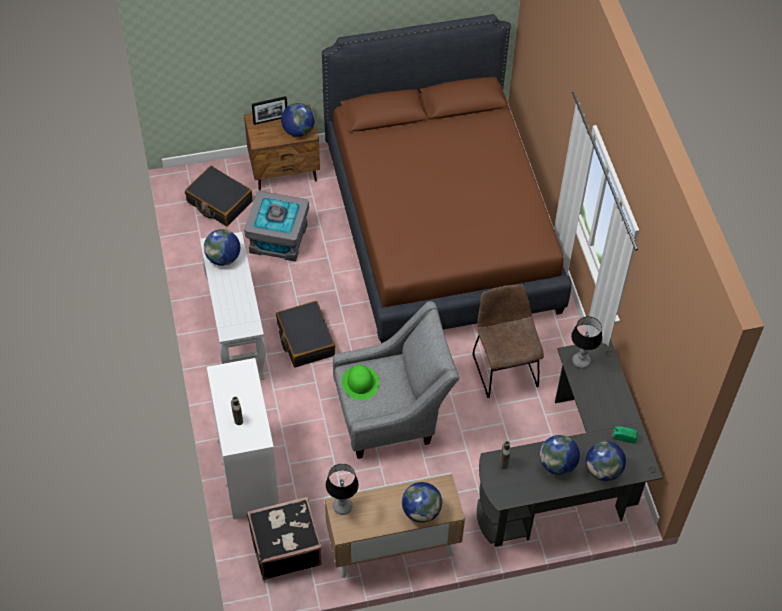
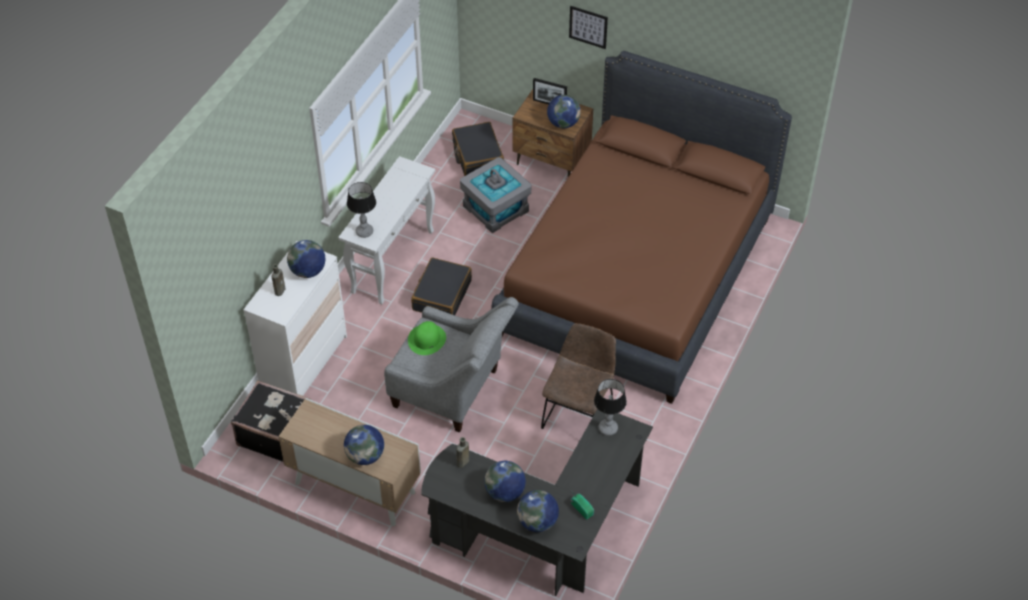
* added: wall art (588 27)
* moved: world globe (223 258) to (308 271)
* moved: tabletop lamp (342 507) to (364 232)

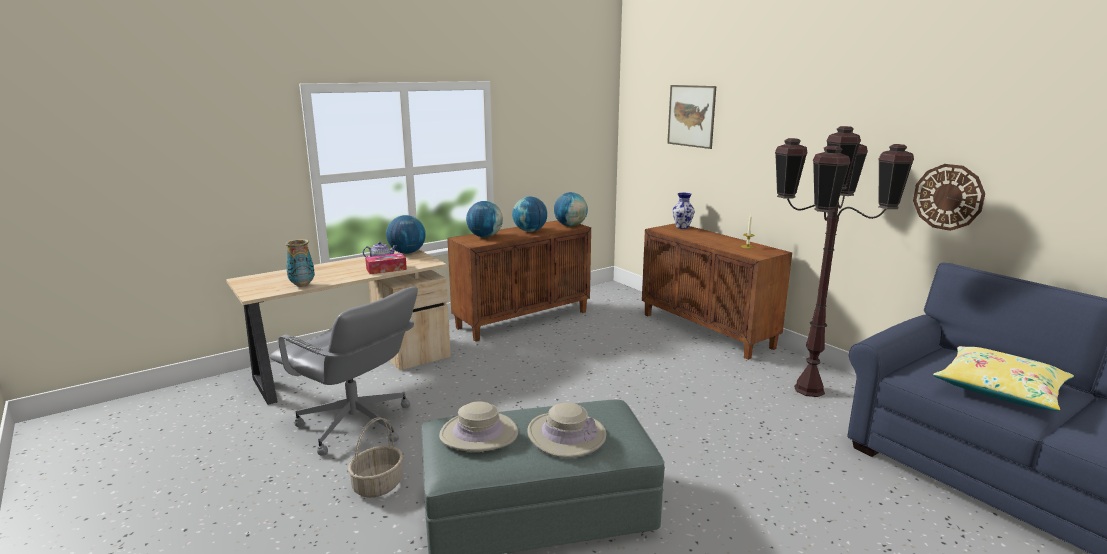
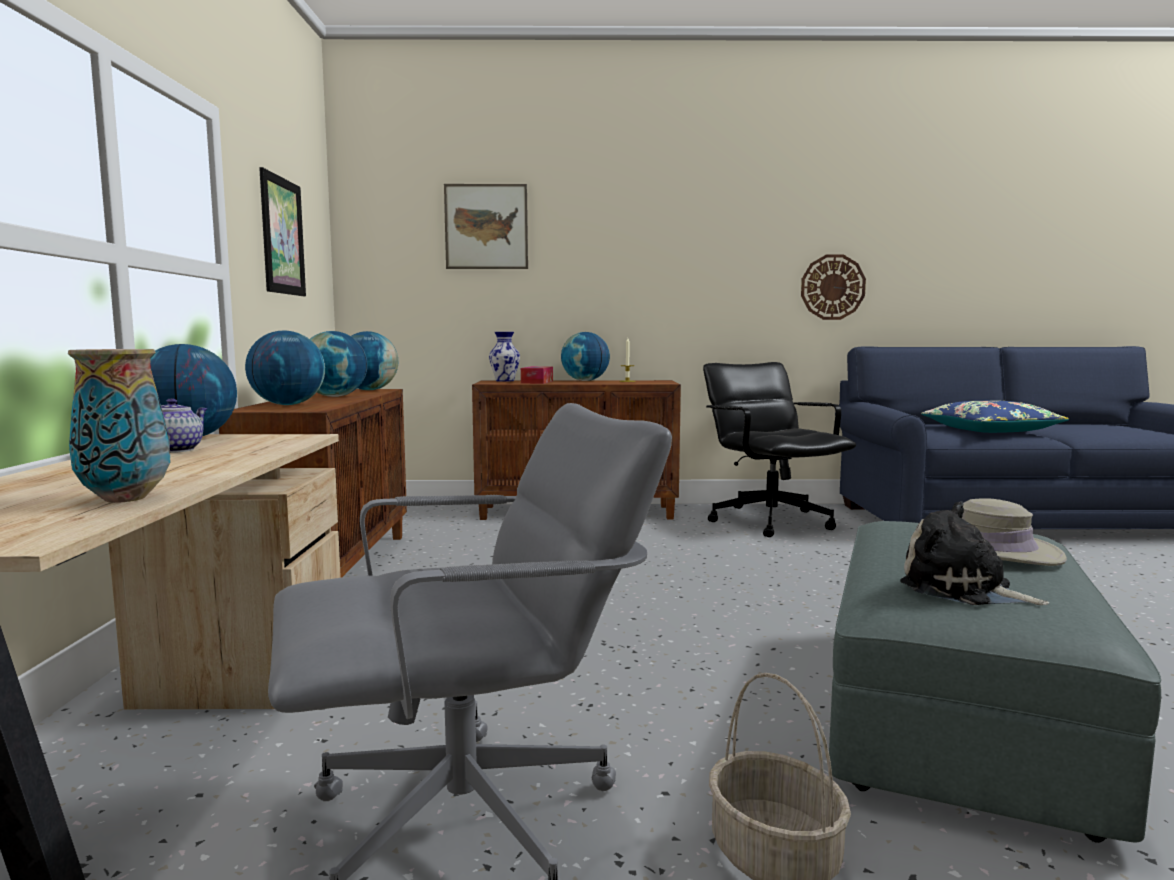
* added: wall art (282 236)
* added: world globe (585 381)
* moved: tissue holder (386 269) to (537 382)
* replaced: sand-coloured hat (478 434) to soft toy (962 589)
* replaced: brown-coloured standard lamp (810 389) to black-coloured desk chair (770 521)
* recoloured: yellow pillow (1000 389) to blue pillow (990 431)

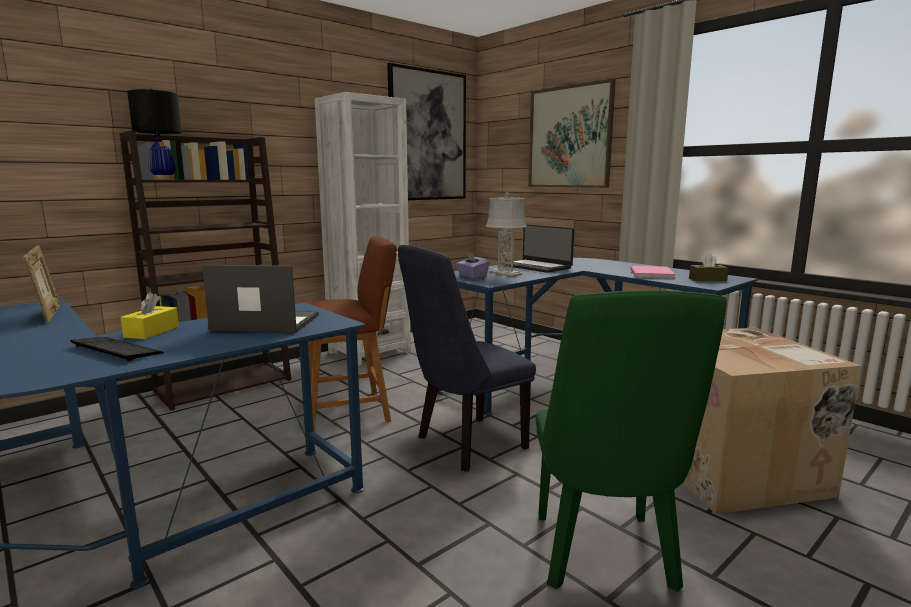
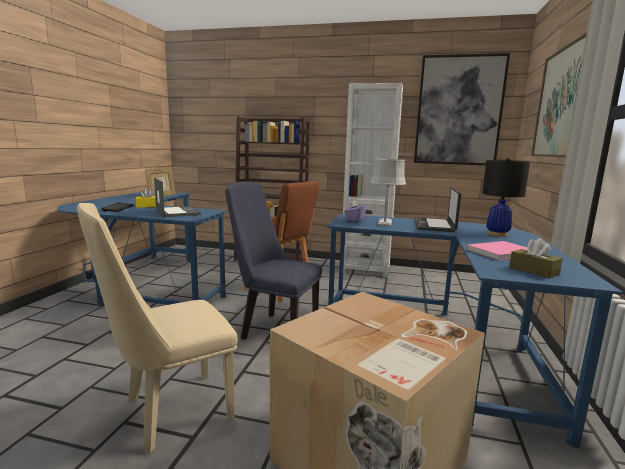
* moved: black-coloured tabletop lamp (162 179) to (497 234)
* recoloured: green-coloured plain chair (605 559) to sand-coloured plain chair (169 412)

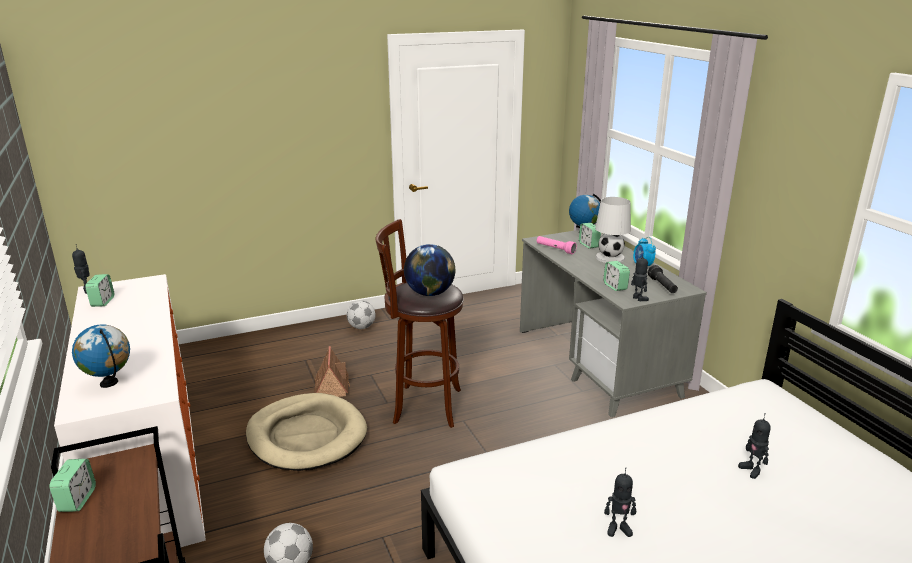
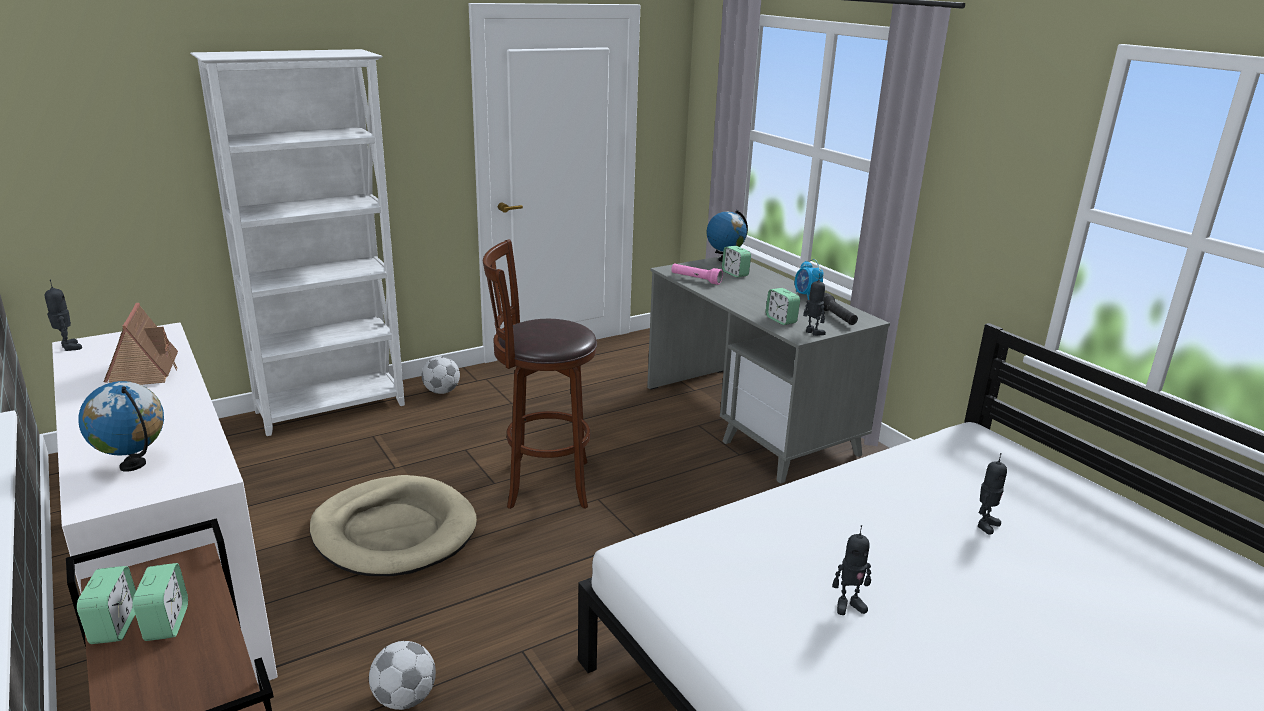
* removed: world globe (430 293)
* removed: white-coloured tabletop lamp (610 258)
* added: white-coloured bookshelf (332 409)
* moved: alarm clock (102 302) to (166 623)
* moved: toy house (332 386) to (144 371)
* turned: robot figure (752 470) = (985 525) 105 degrees counterclockwise

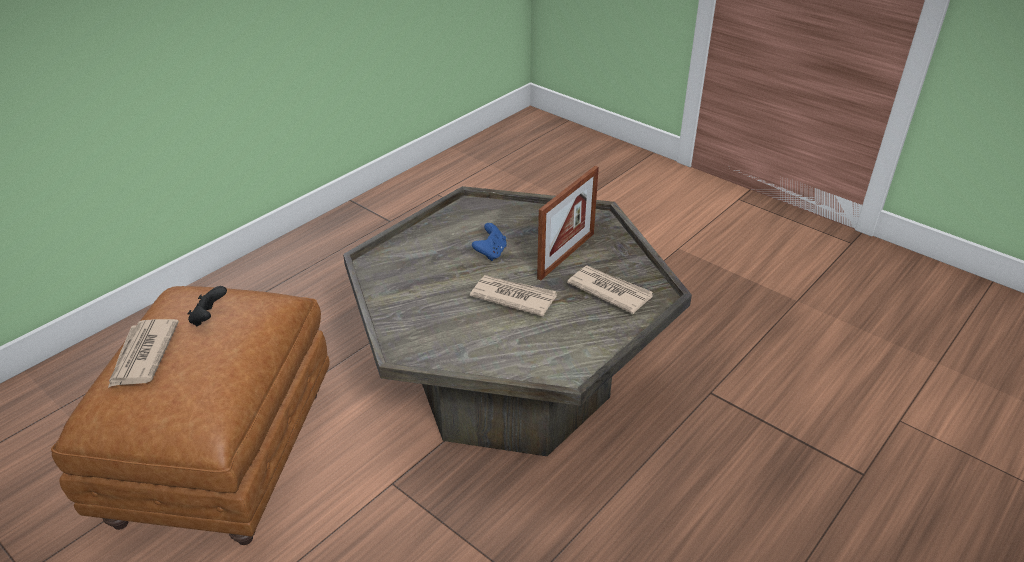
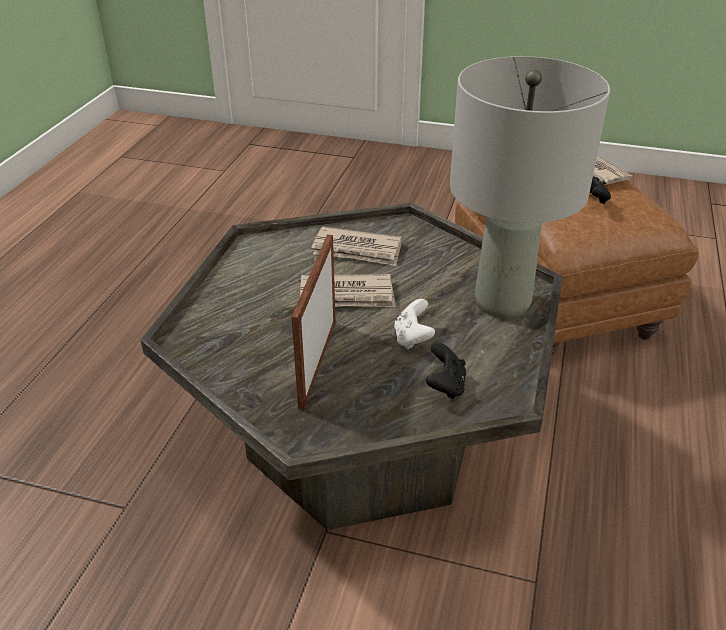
* added: black-coloured joypad (445 386)
* added: gray tabletop lamp (501 302)
* moved: daily paper (609 291) to (357 250)
* recoloured: blue joypad (490 253) to white-coloured joypad (412 338)

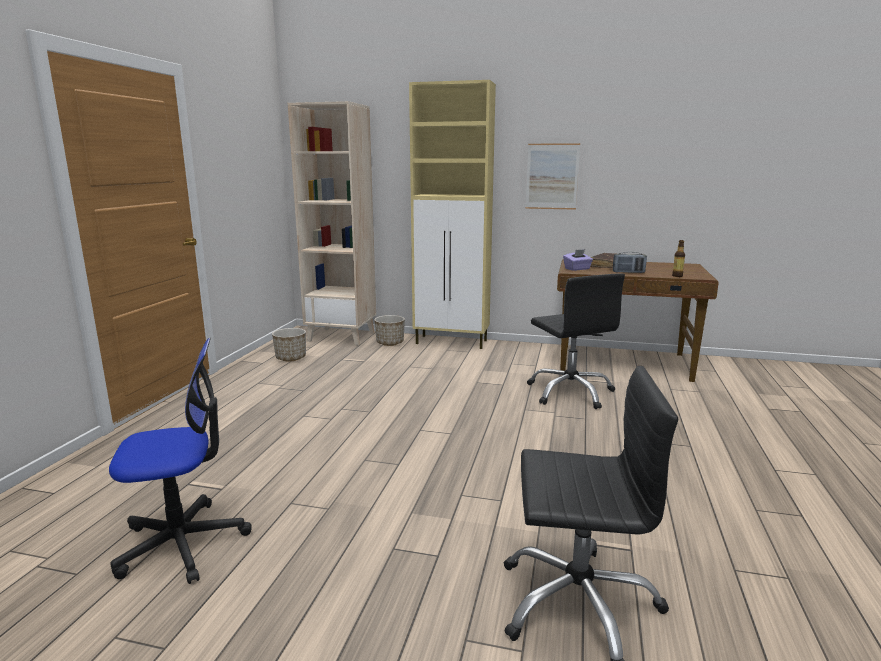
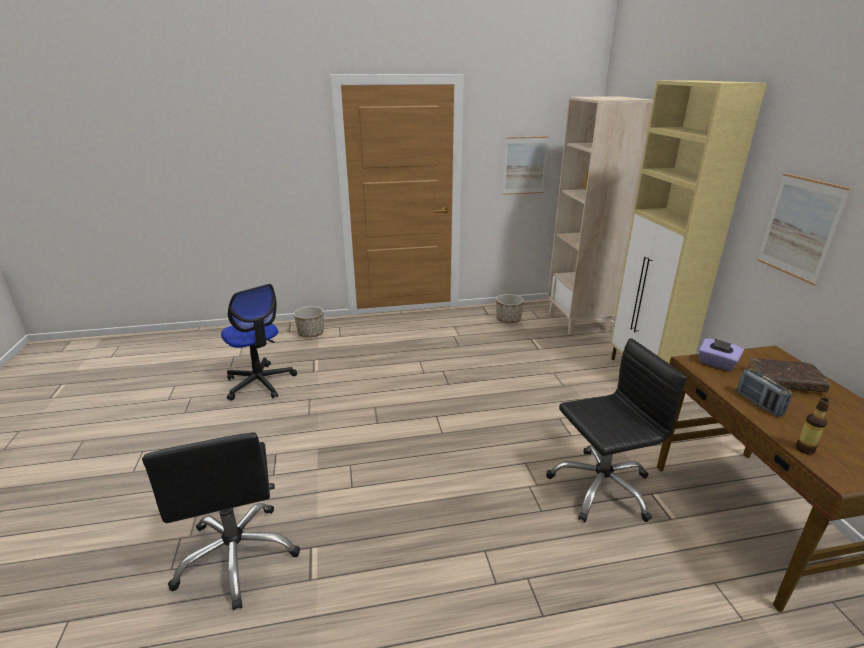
* added: wall art (525 165)
* moved: plant pot (390 343) to (311 333)
* turned: black-coloured desk chair (570 392) = (601 487) 150 degrees counterclockwise

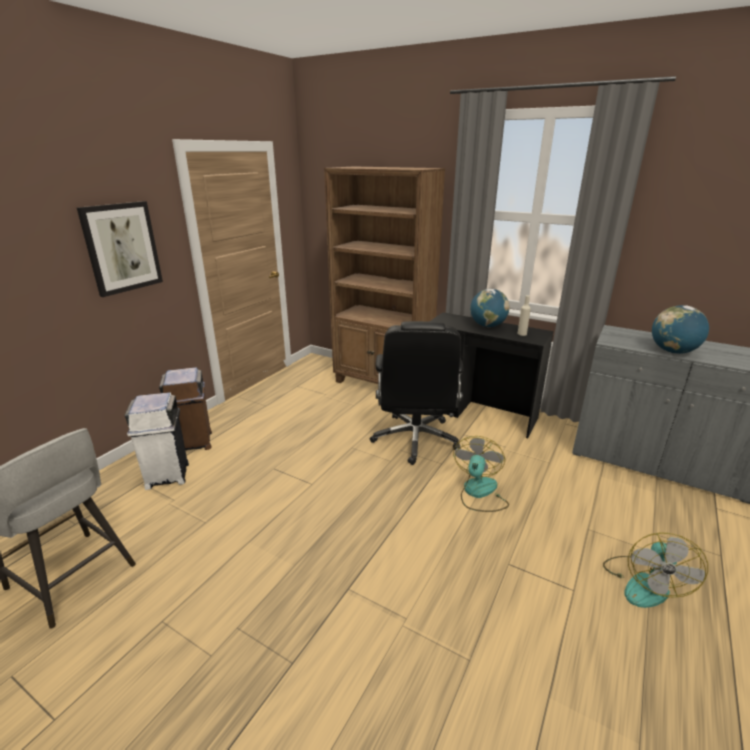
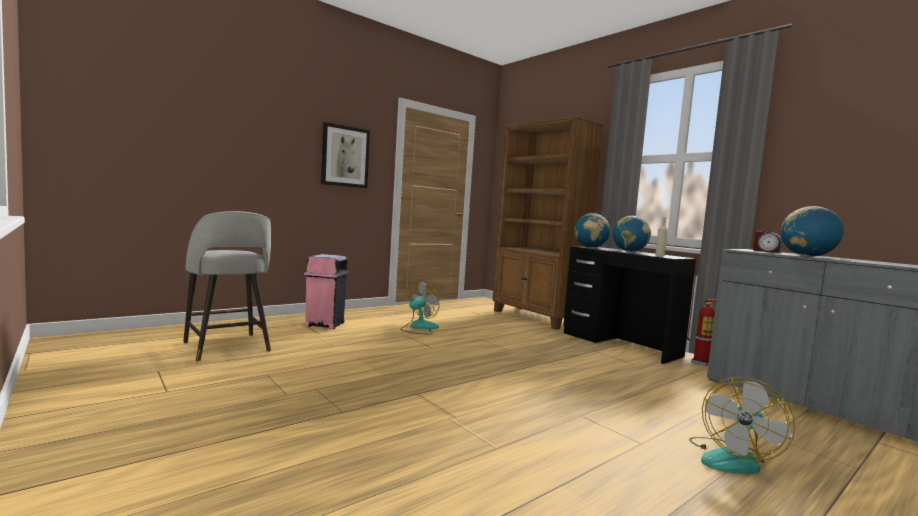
* removed: brown-coloured rubbish bin (194 443)
* removed: black-coloured desk chair (415 439)
* added: world globe (590 247)
* added: fire-fighting cylinder (701 363)
* added: alarm clock (766 251)
* moved: fan (479 493) to (419 328)
* recoloured: white-coloured rubbish bin (167 475) to pink rubbish bin (325 324)

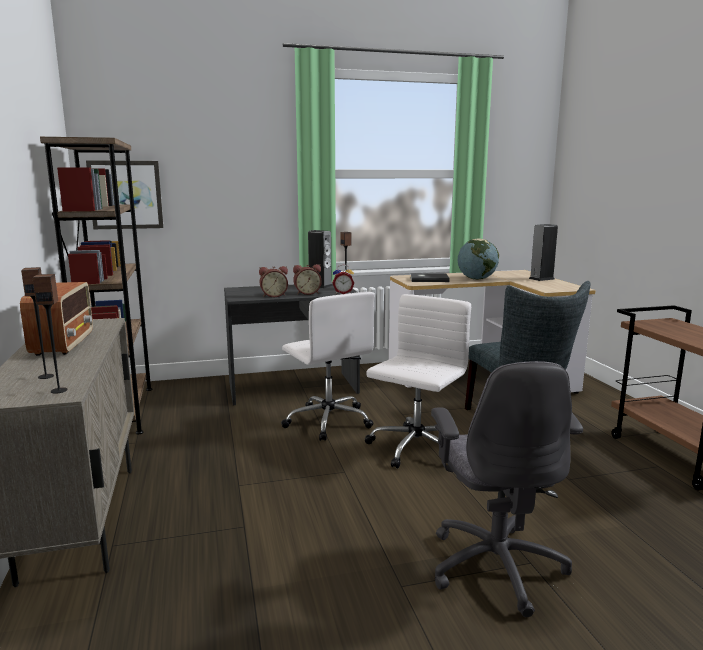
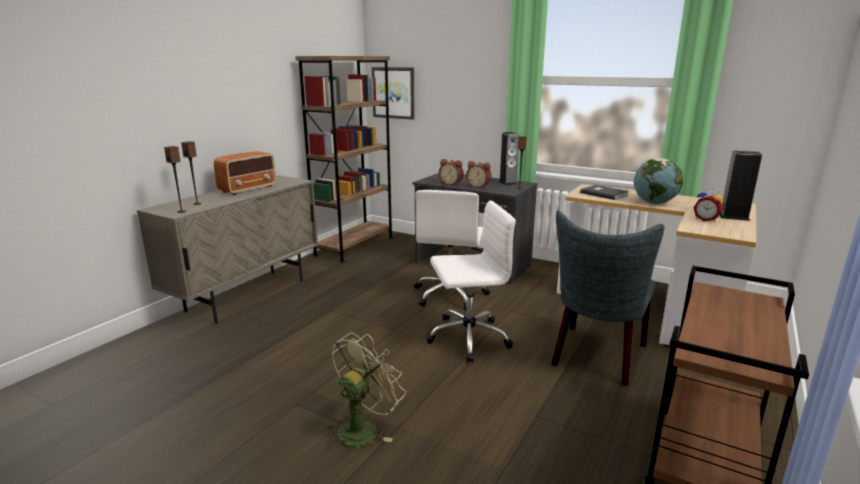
* moved: alarm clock (343 293) to (706 219)
* replaced: gray desk chair (496 565) to green-coloured fan (362 428)

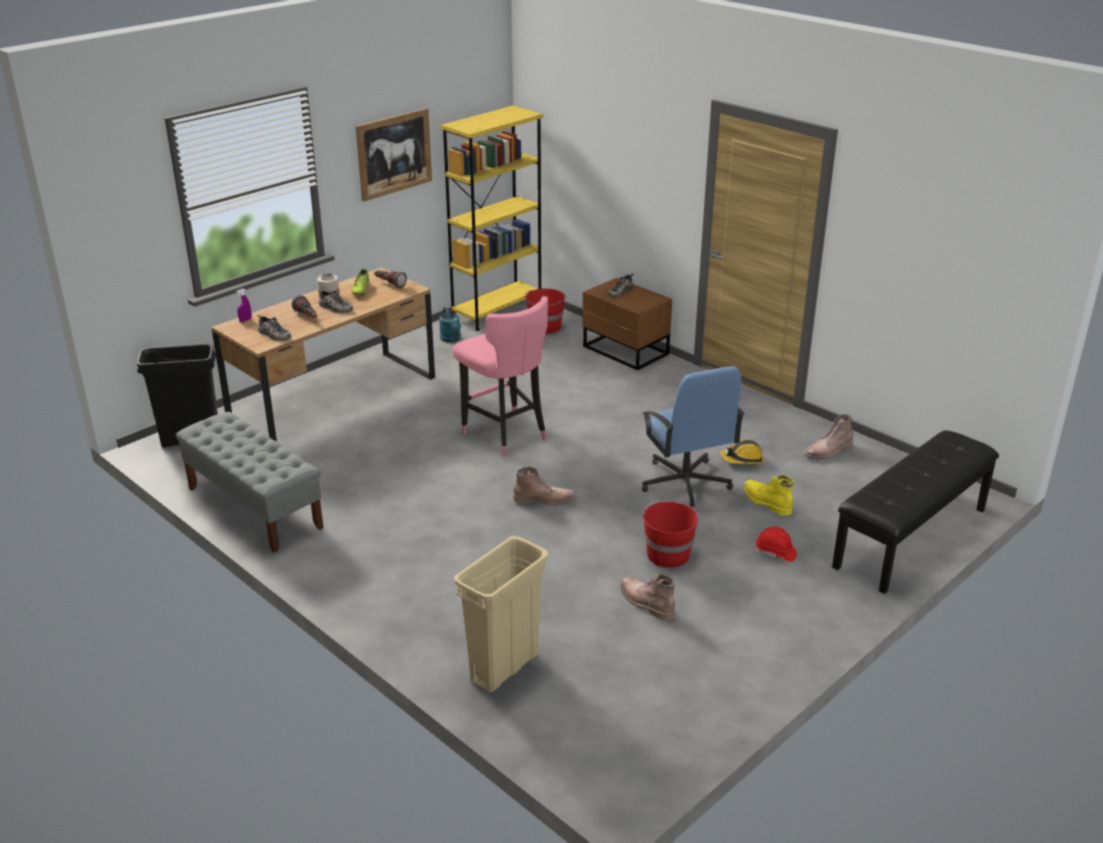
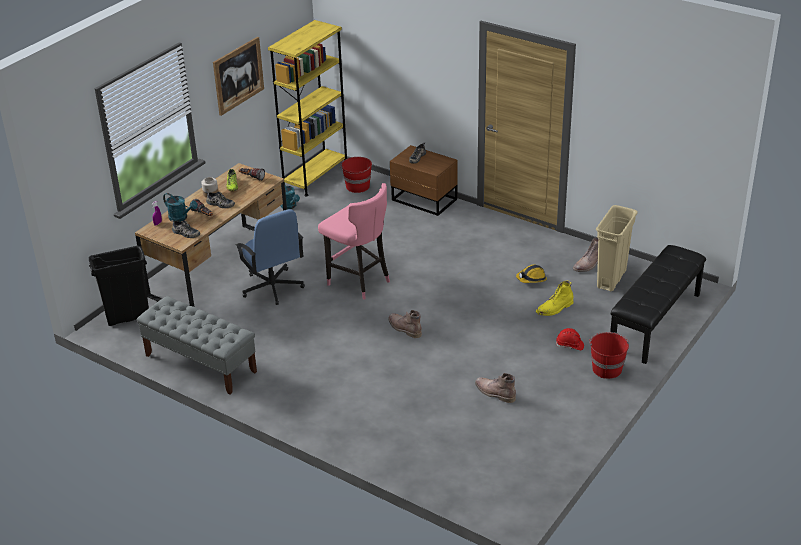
* added: blue-green watering pot (181 218)
* moved: sand-coloured rubbish bin (504 667) to (611 279)
* moved: blue desk chair (685 483) to (272 287)
* moved: red water bucket (668 554) to (606 368)
* turned: brown-coloured high-top boot (545 499) = (404 328) 120 degrees counterclockwise
* turned: yellow high-top boot (765 501) = (554 309) 75 degrees counterclockwise

